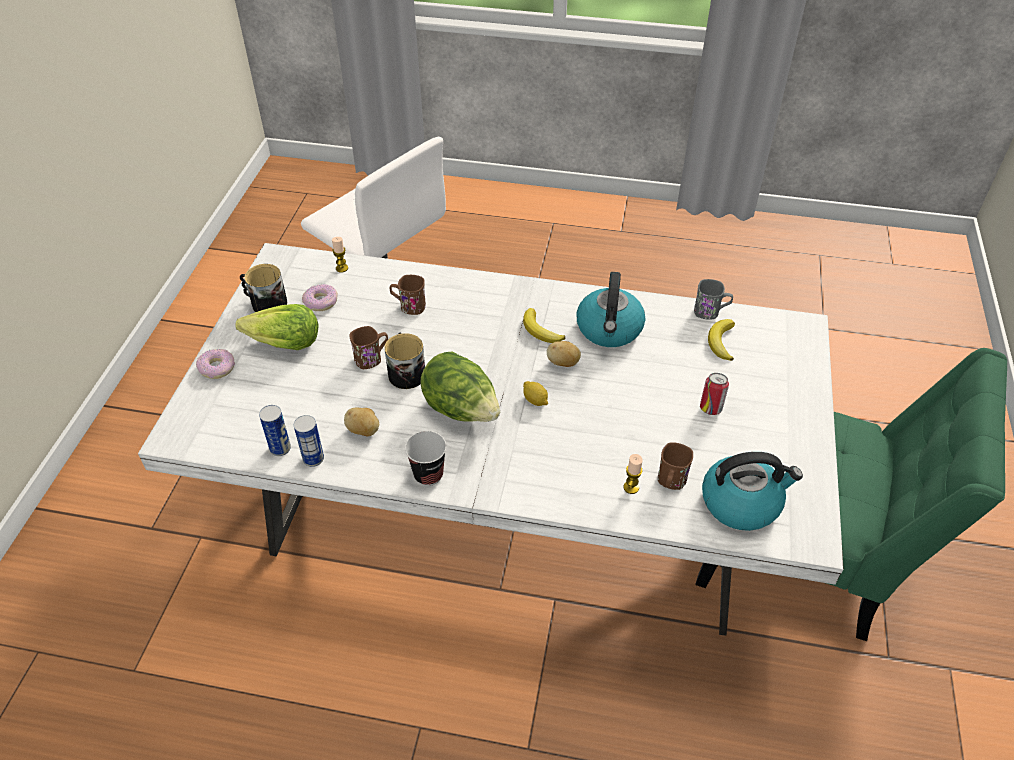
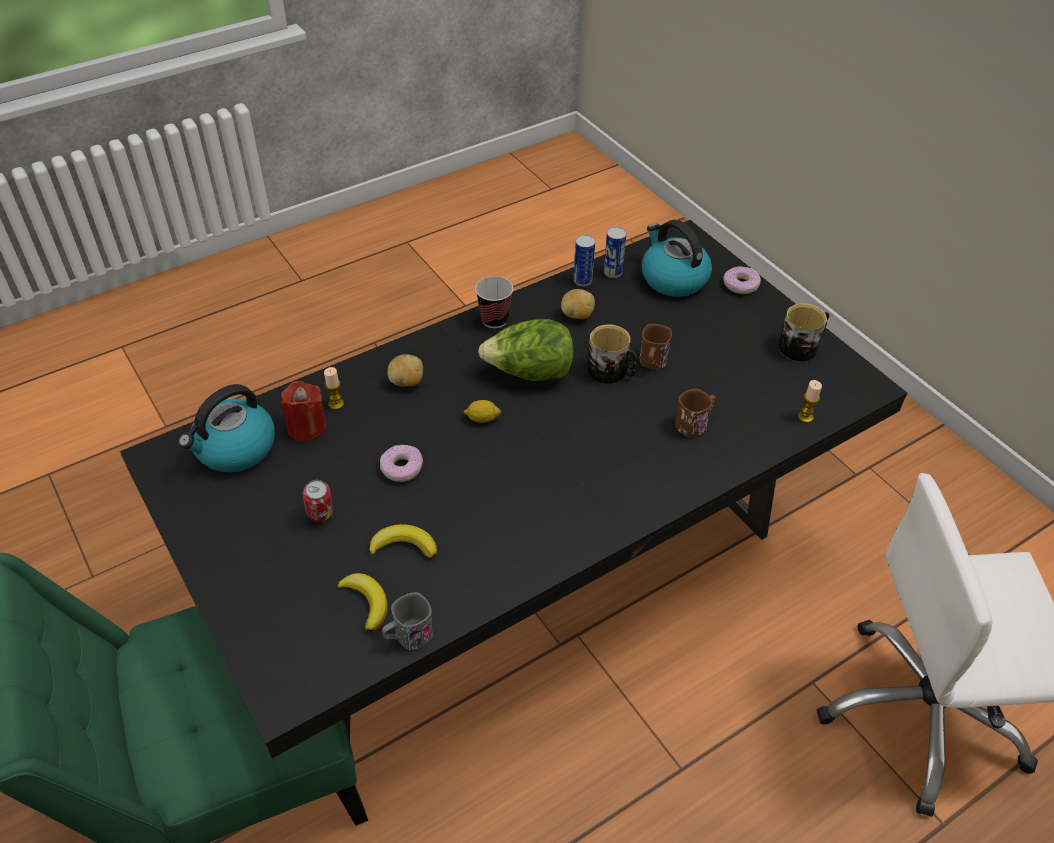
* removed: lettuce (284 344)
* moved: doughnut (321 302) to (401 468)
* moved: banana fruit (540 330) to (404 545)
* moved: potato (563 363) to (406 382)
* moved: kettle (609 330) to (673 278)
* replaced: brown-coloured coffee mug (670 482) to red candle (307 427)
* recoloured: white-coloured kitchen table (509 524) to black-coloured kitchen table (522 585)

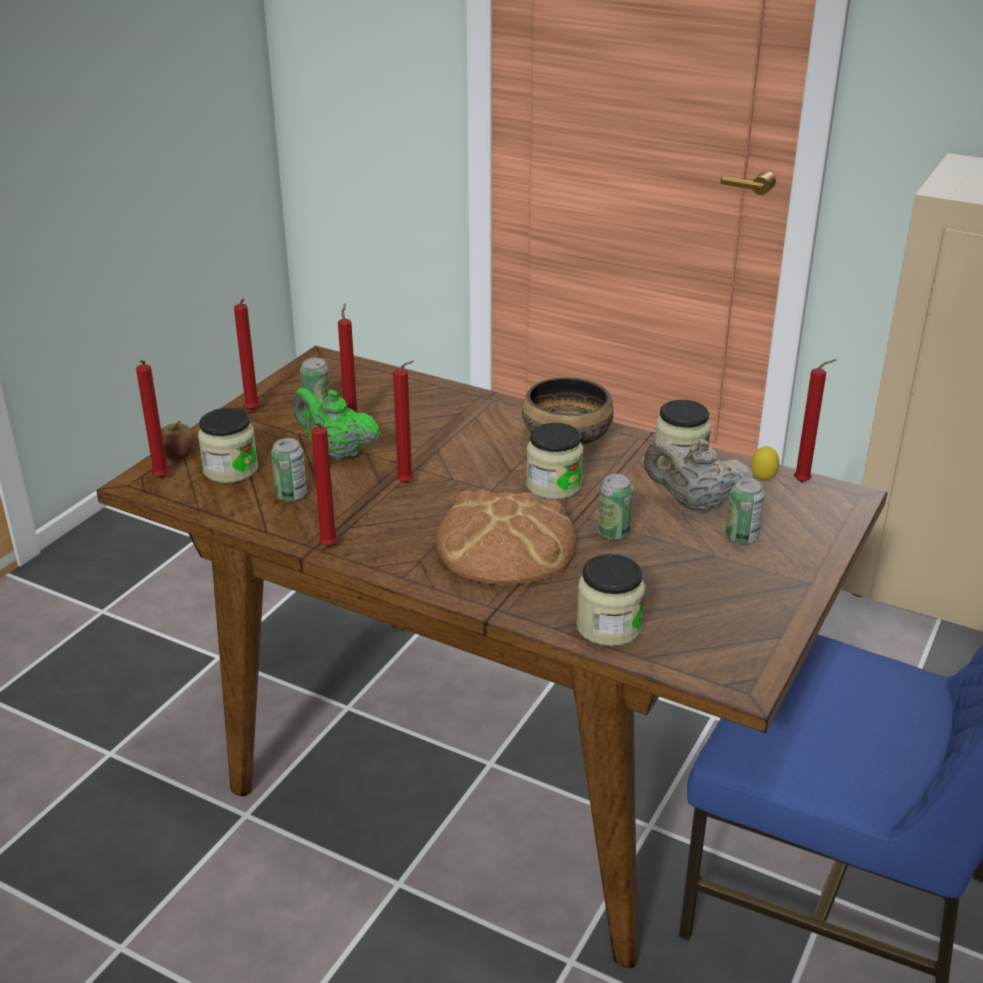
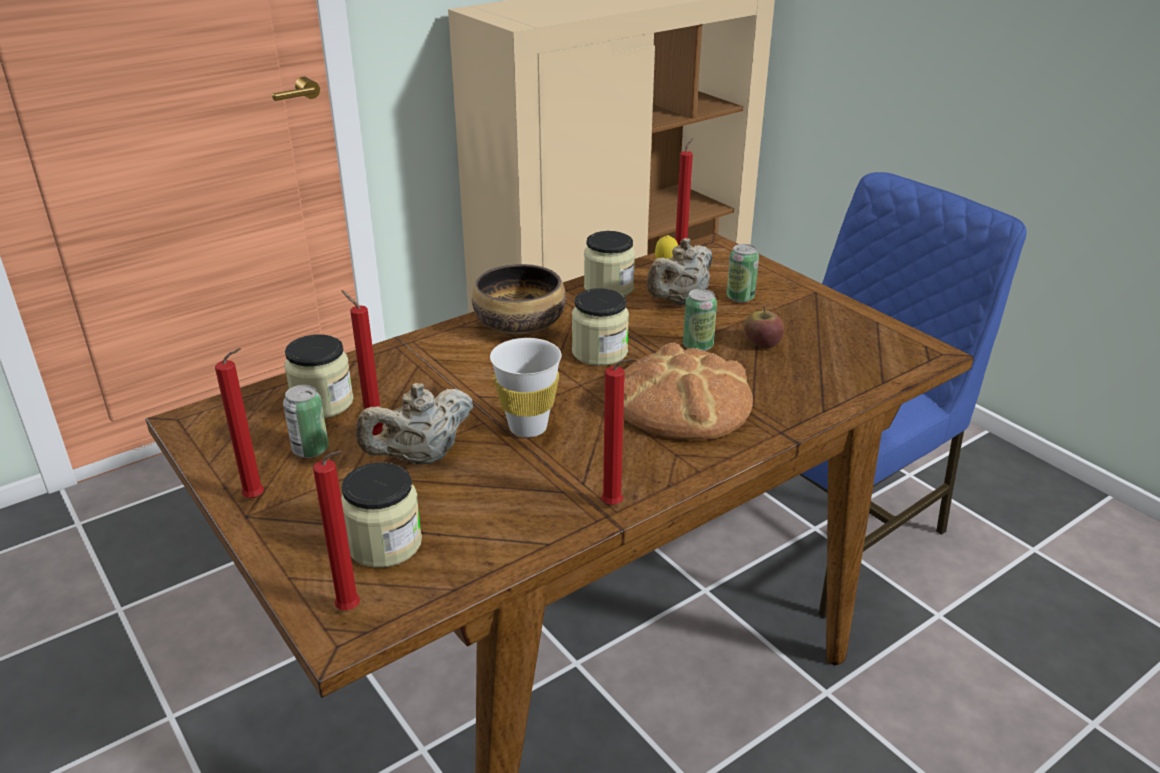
* removed: sealed can (291 495)
* moved: apple fruit (178 455) to (761 344)
* moved: jar (609 627) to (323 403)
* replaced: red candle (407 483) to white-coloured drinking cup (528 427)
* recoloured: green-coloured teapot (336 452) to sand-coloured teapot (420 457)

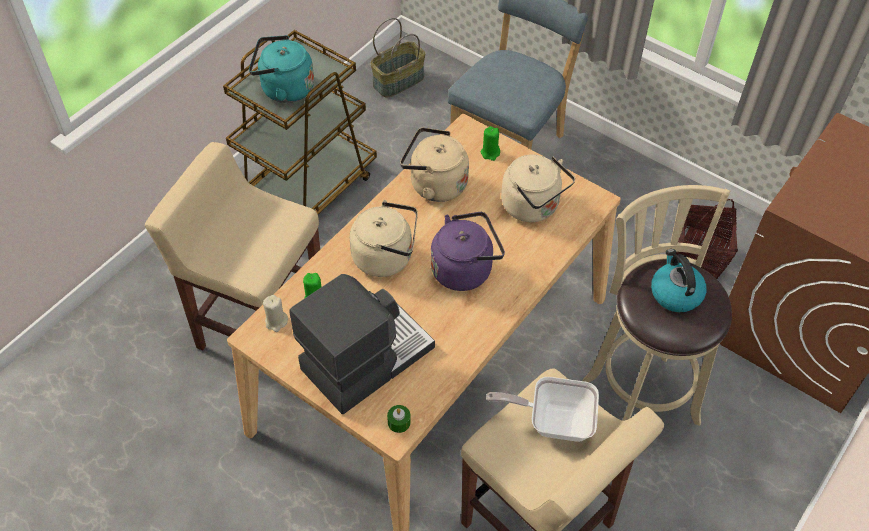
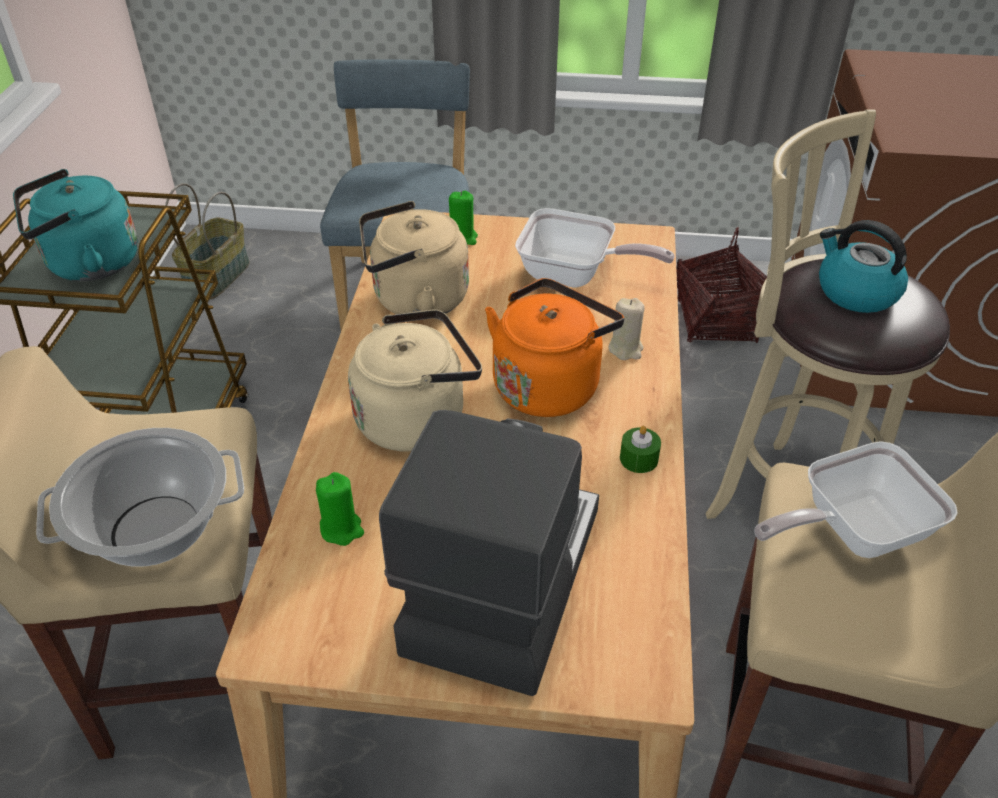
* added: saucepot (155 531)
* moved: sand-coloured candle (276 322) to (626 349)
* moved: green-coloured candle (399 422) to (638 458)
* replaced: sand-coloured kettle (533 207) to pan (574 275)
* recoloured: purplish kettle (465 269) to orange kettle (549 384)

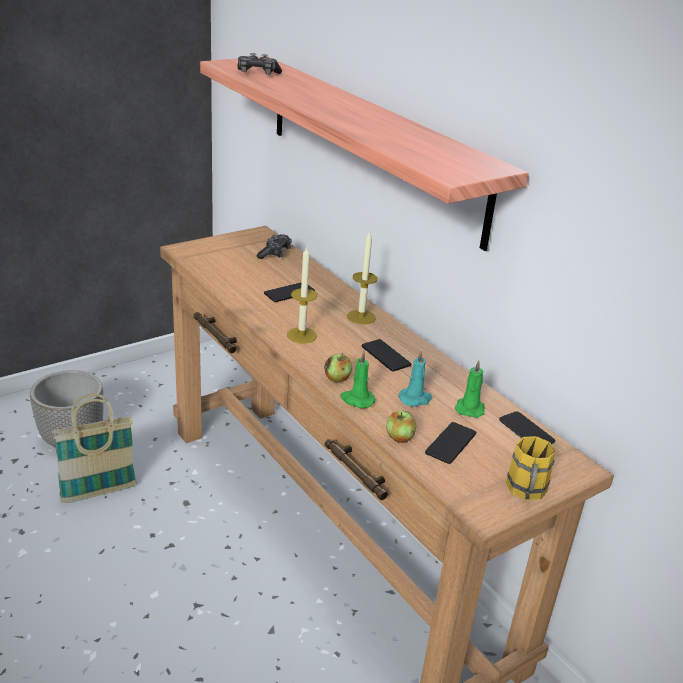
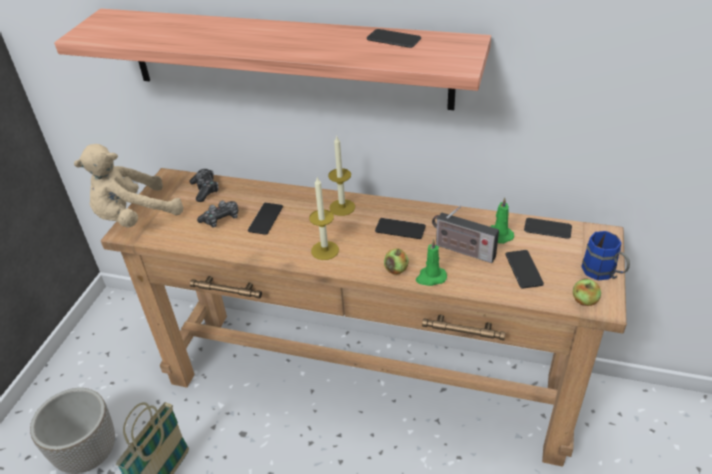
* added: sand-coloured soft toy (134 217)
* added: handset (393 39)
* moved: joypad (257 74) to (221 219)
* moved: apple fruit (399 437) to (584 301)
* replaced: blue-green candle (415 399) to radio (462 250)
* recoloured: yellow coffee mug (526 493) to blue coffee mug (603 274)

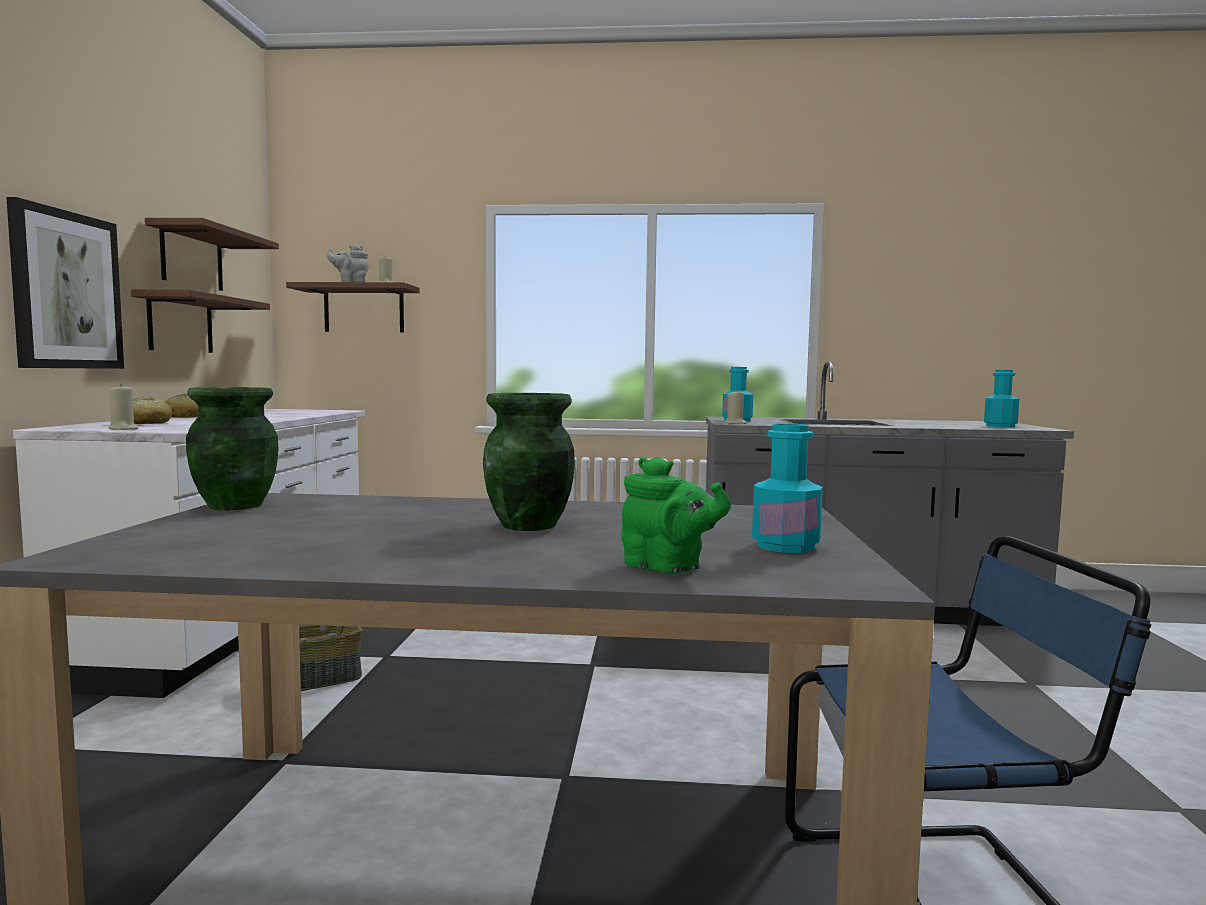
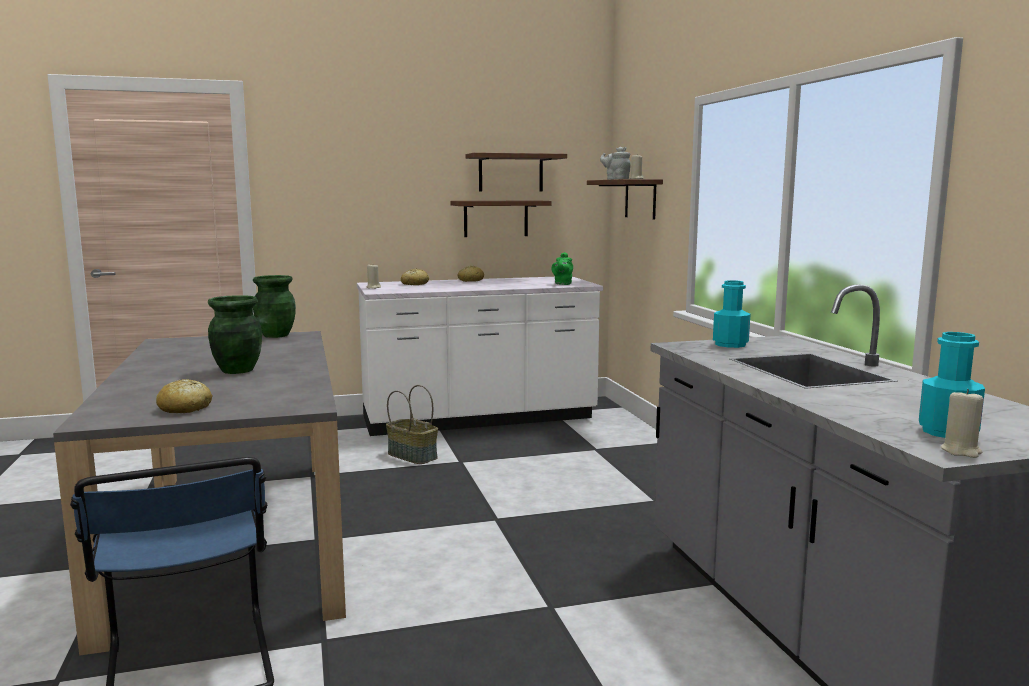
* removed: wall art (66 290)
* moved: green-coloured teapot (668 567) to (562 284)
* moved: sand-coloured candle (735 423) to (961 451)
* replaced: blue-green bottle (785 546) to bread (185 408)

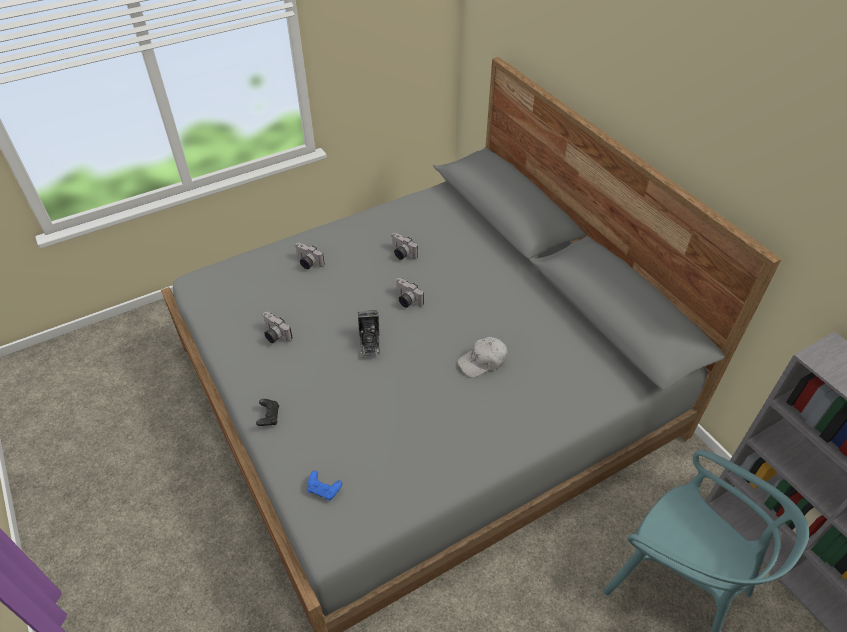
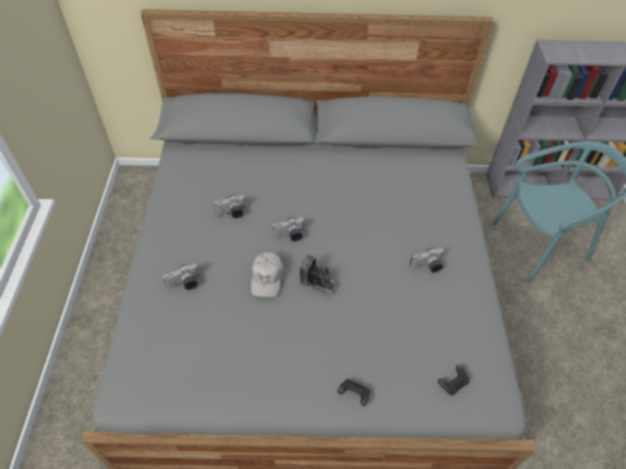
* moved: photo camera (274 335) to (427 267)
* moved: white-coloured peaked cap (483 361) to (267 278)
* recoloured: blue joypad (324 490) to black-coloured joypad (453 383)

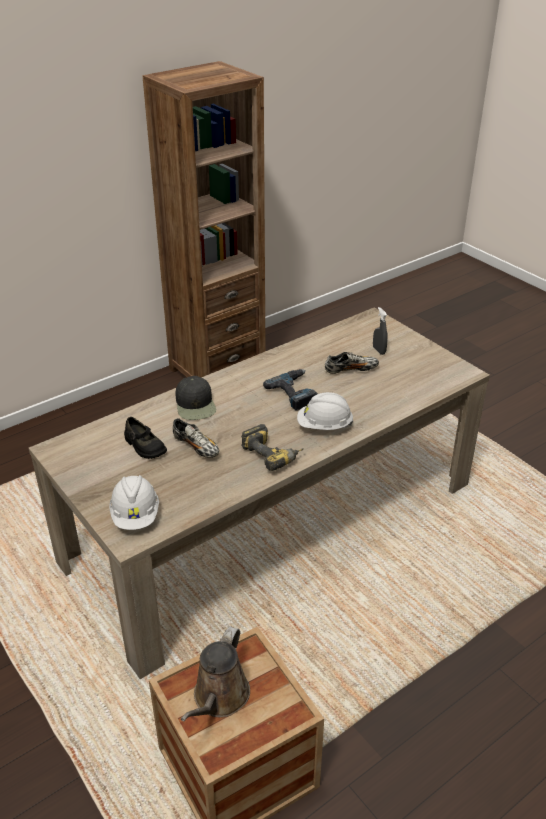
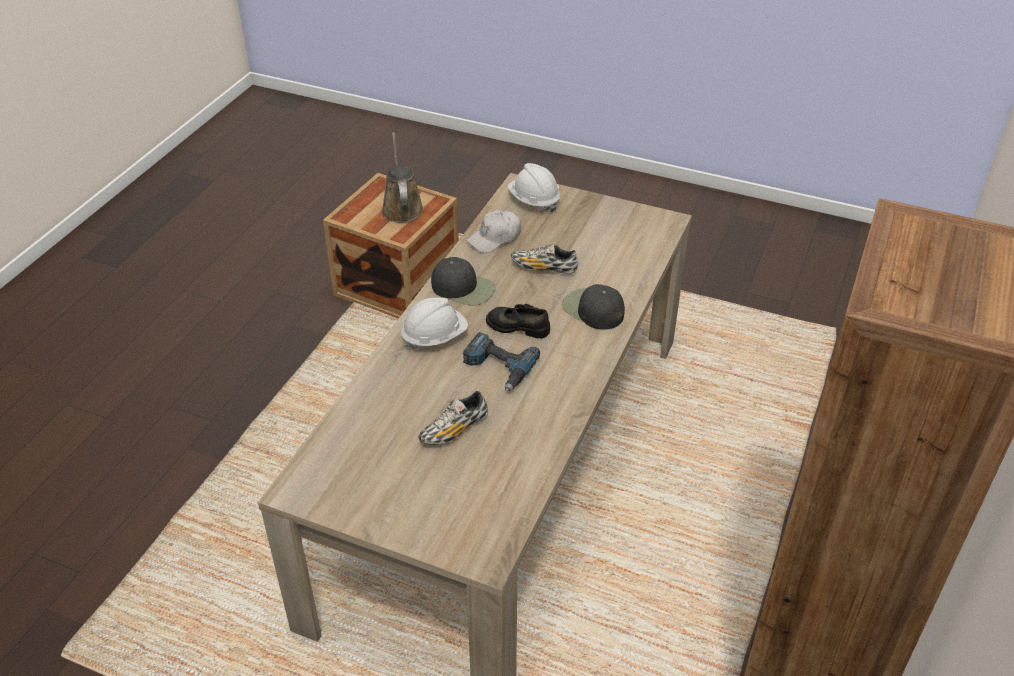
* removed: gray spray bottle (379 350)
* added: white-coloured peaked cap (495 238)
* moved: black-coloured item of footwear (144 446) to (518 326)
* replaced: power drill (273 454) to black-coloured peaked cap (463 288)

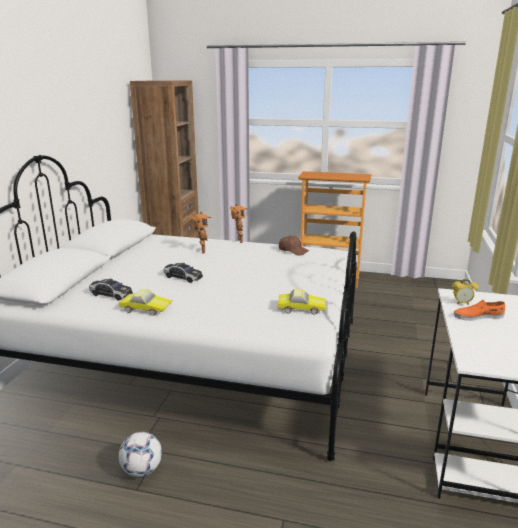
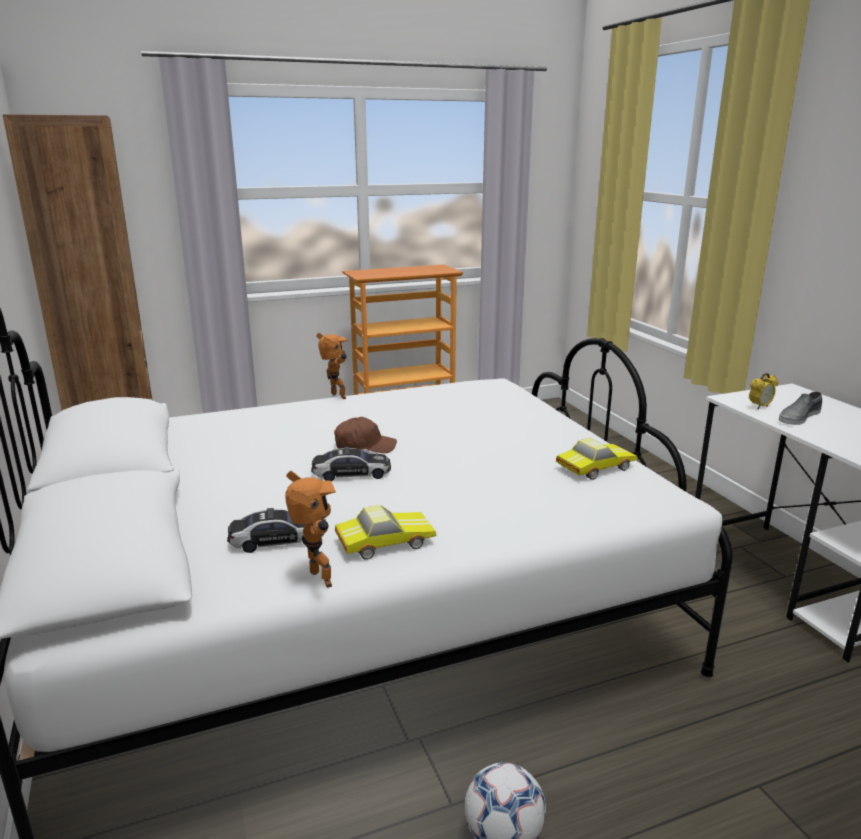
* moved: robot figure (201 251) to (316 581)
* moved: brown-coloured peaked cap (293 250) to (364 446)
* recoloured: orange item of footwear (477 316) to gray item of footwear (799 417)

